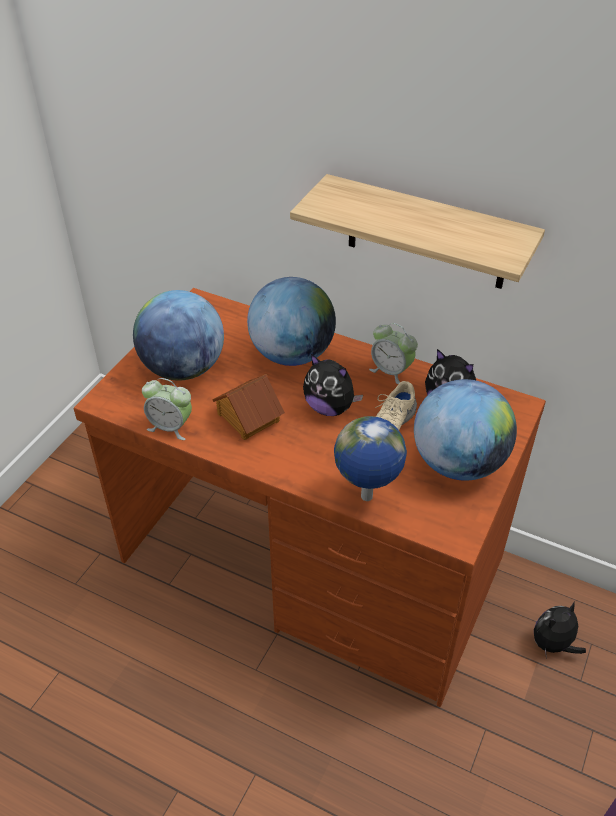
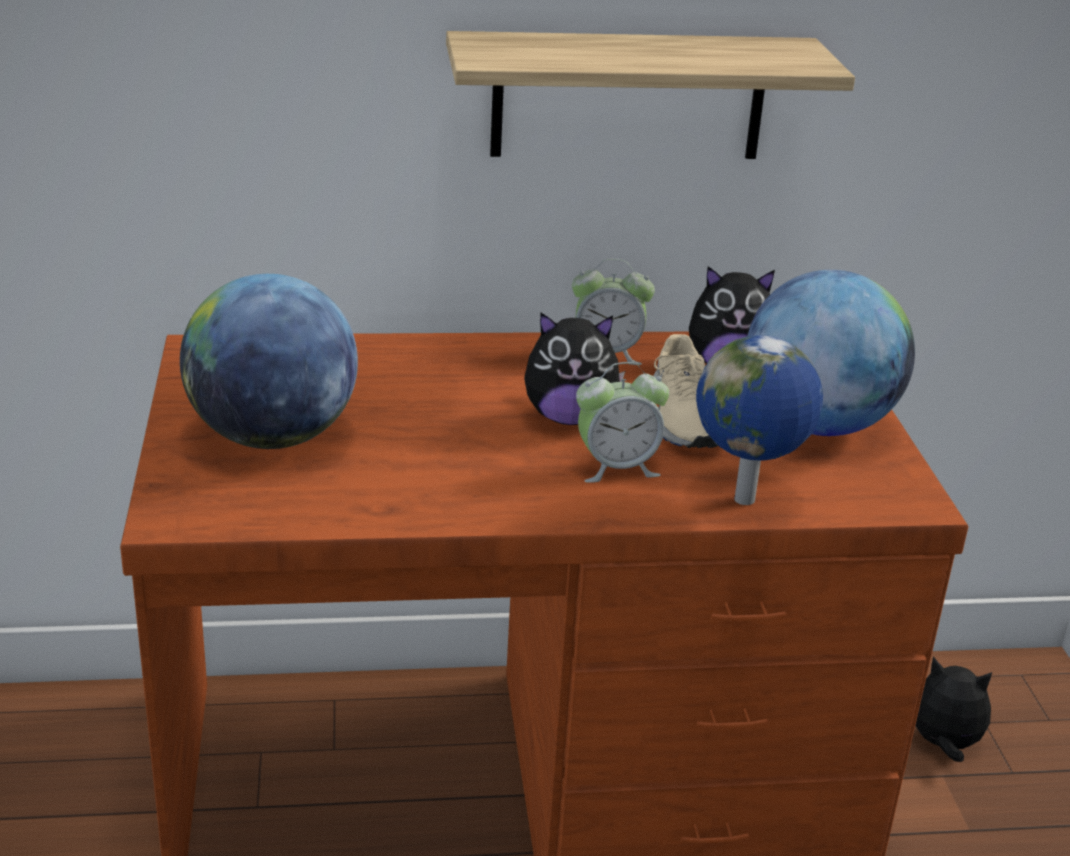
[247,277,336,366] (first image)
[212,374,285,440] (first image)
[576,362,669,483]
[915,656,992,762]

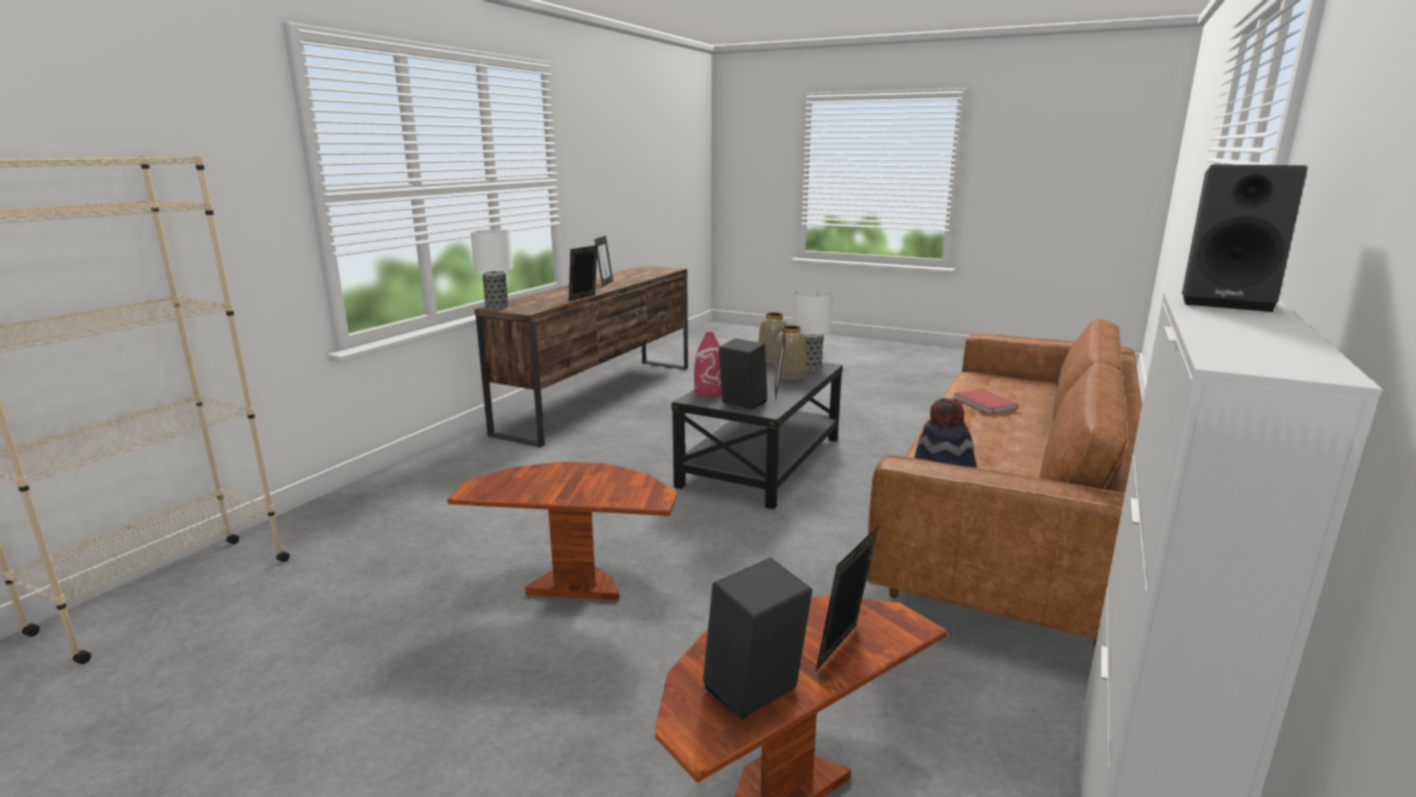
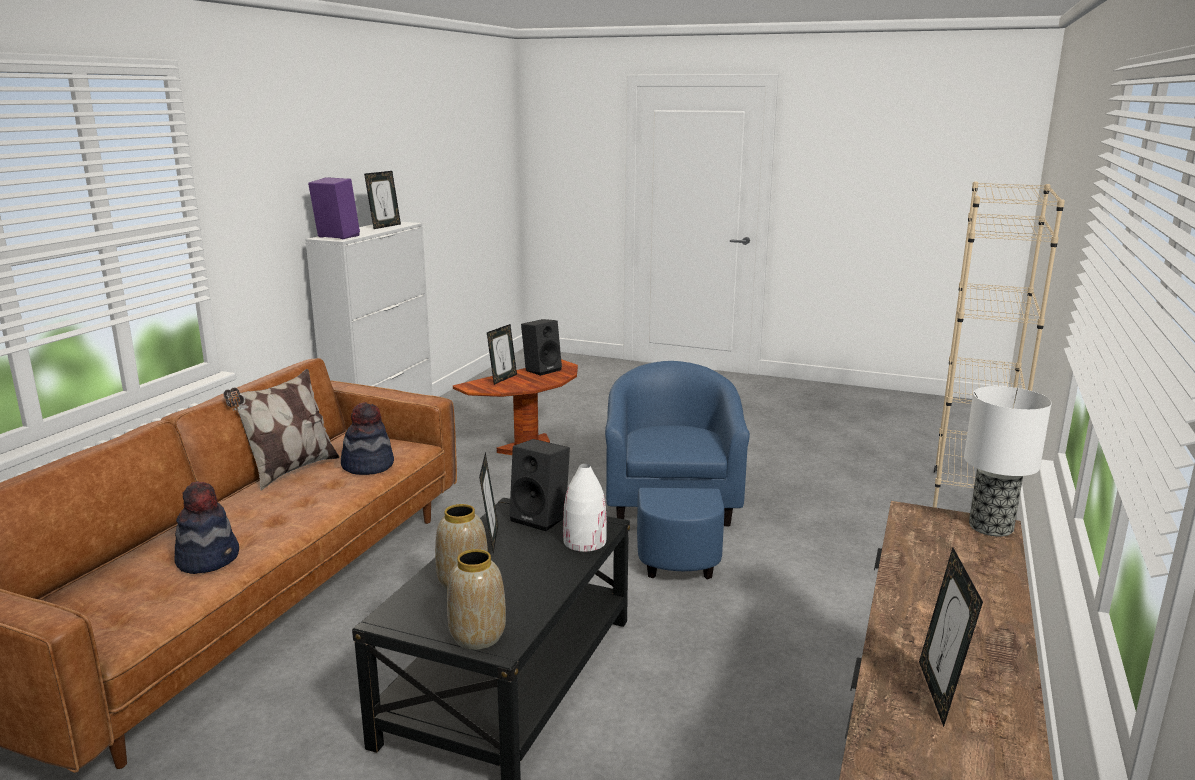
[308,177,360,239]
[364,171,401,229]
[793,290,833,371] (first image)
[563,464,607,552]
[174,481,239,574]
[605,361,750,579]
[223,369,339,490]

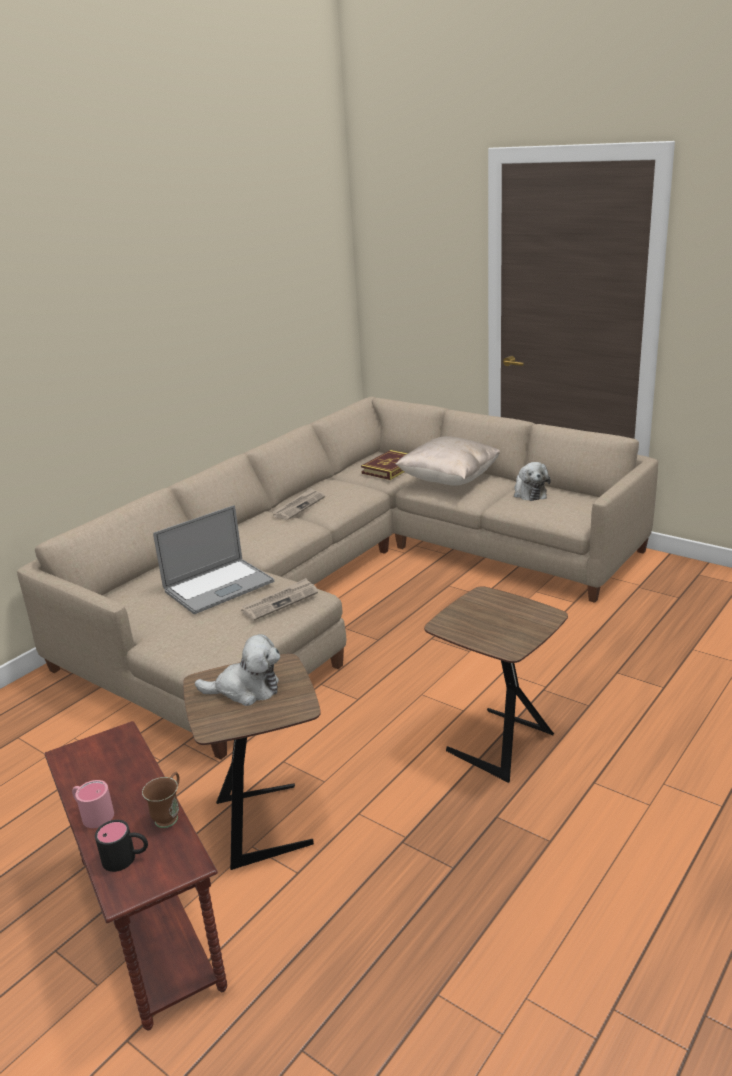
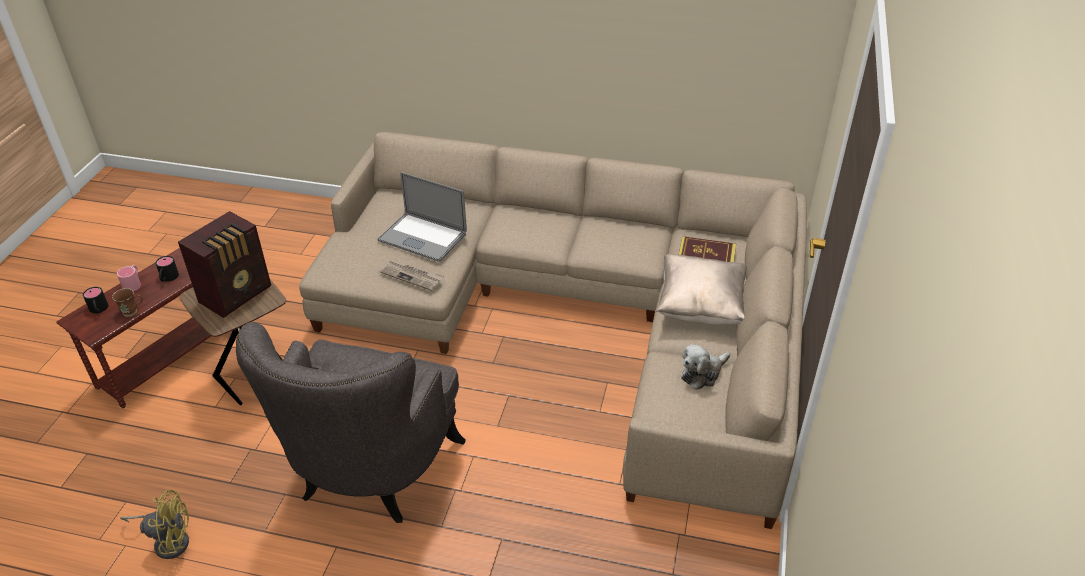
[272,488,325,520] (first image)
[236,322,466,523]
[178,211,271,318]
[156,256,179,282]
[120,490,189,559]

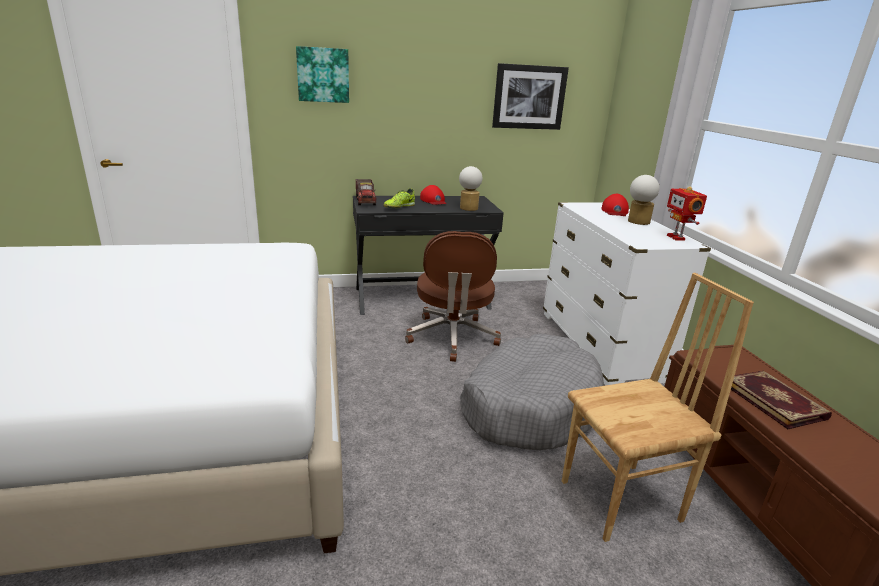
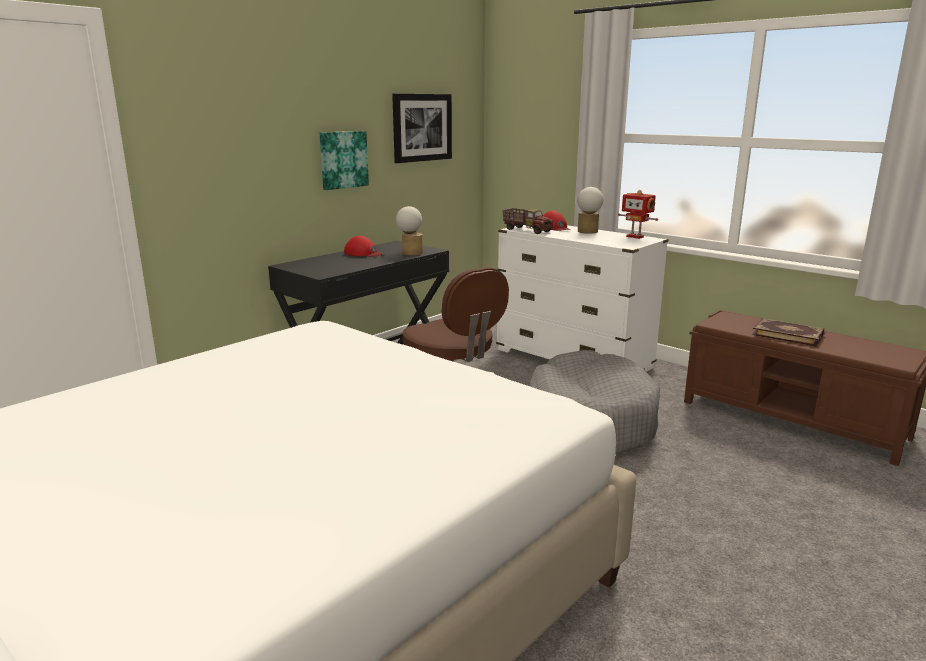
[320,131,369,190]
[502,208,554,234]
[383,188,415,208] (first image)
[562,273,754,542] (first image)

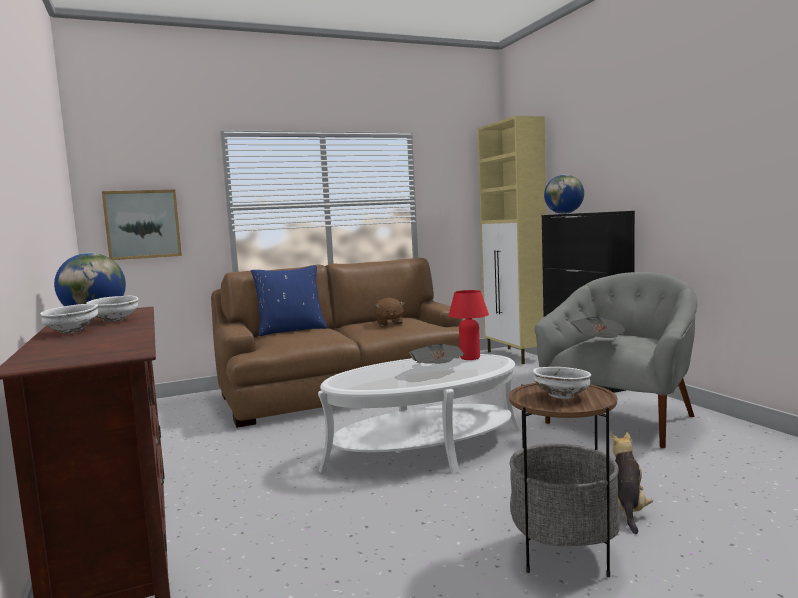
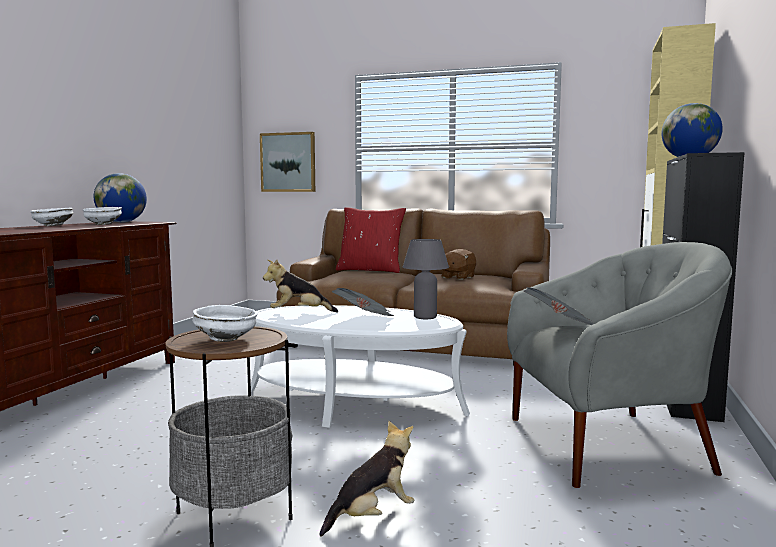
[336,207,406,273]
[403,239,449,319]
[263,260,338,313]

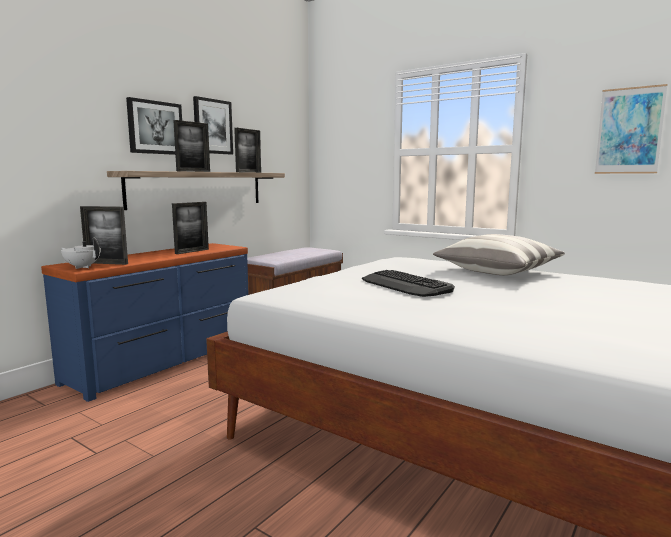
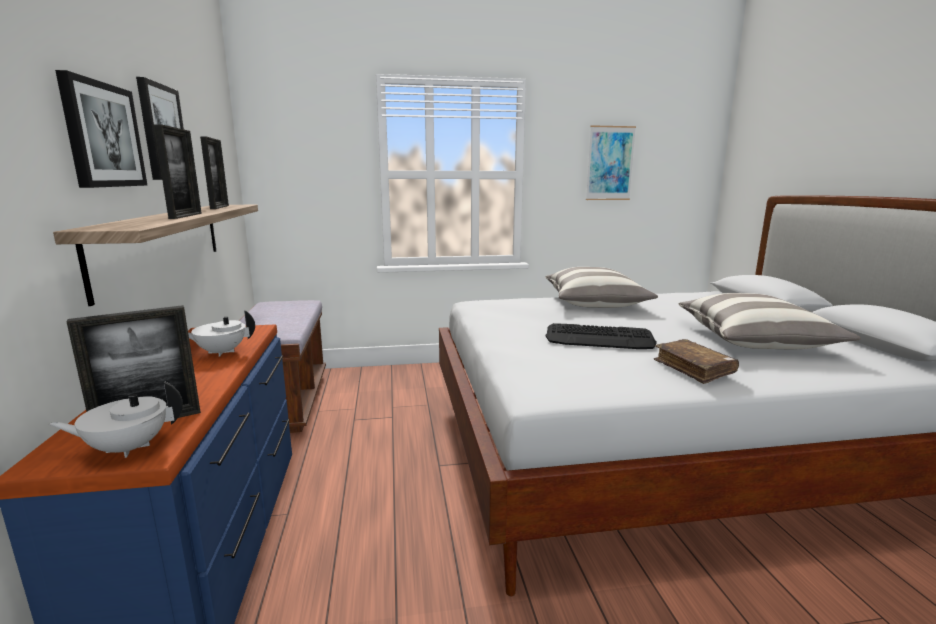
[188,310,255,356]
[678,293,861,349]
[654,339,739,384]

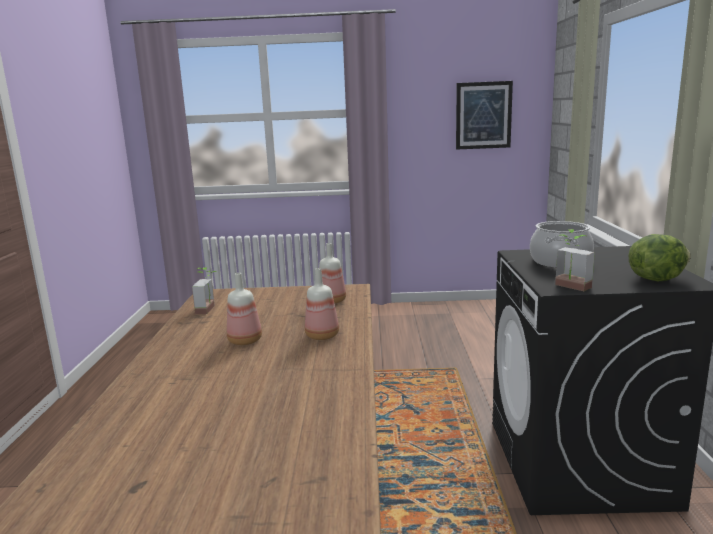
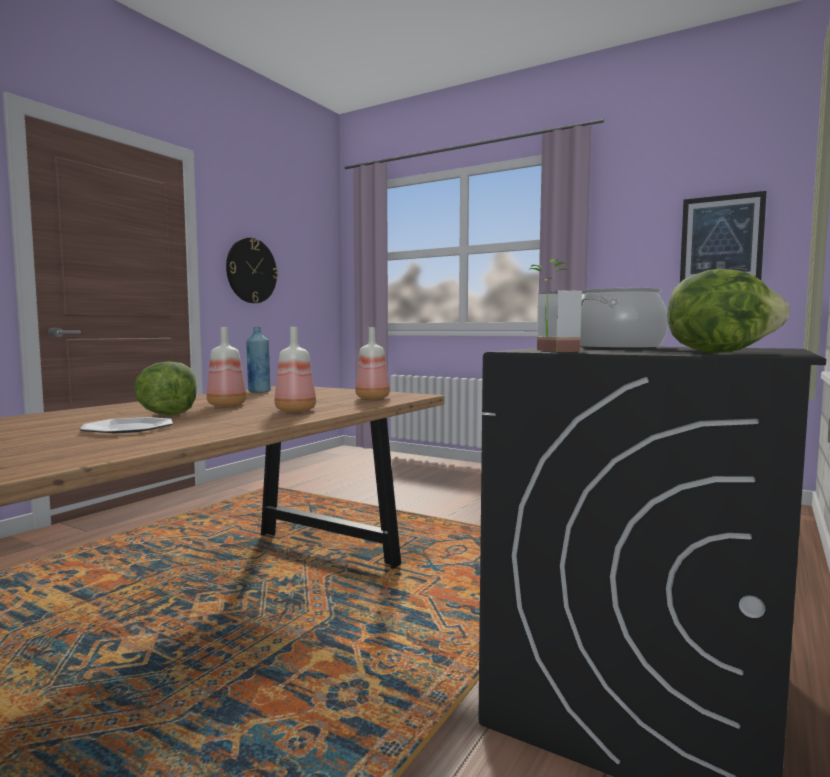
[246,327,271,393]
[226,238,278,303]
[134,361,197,415]
[80,417,173,433]

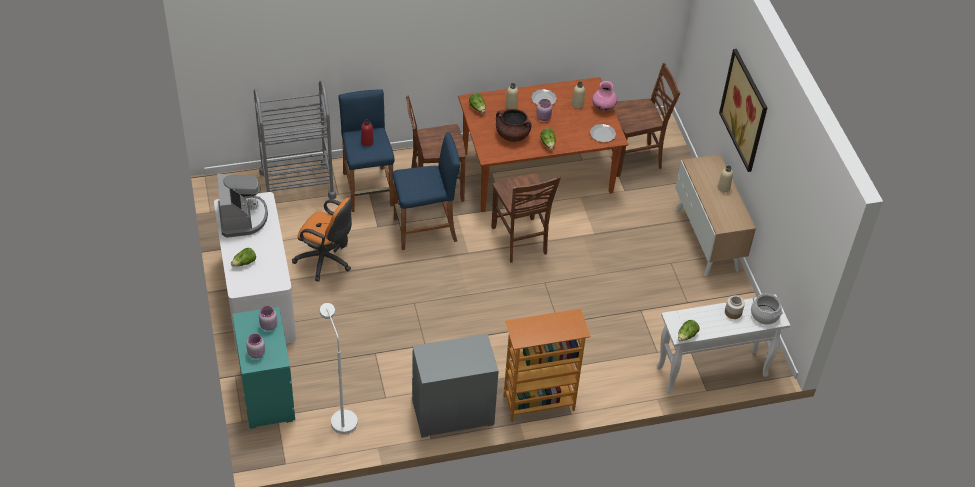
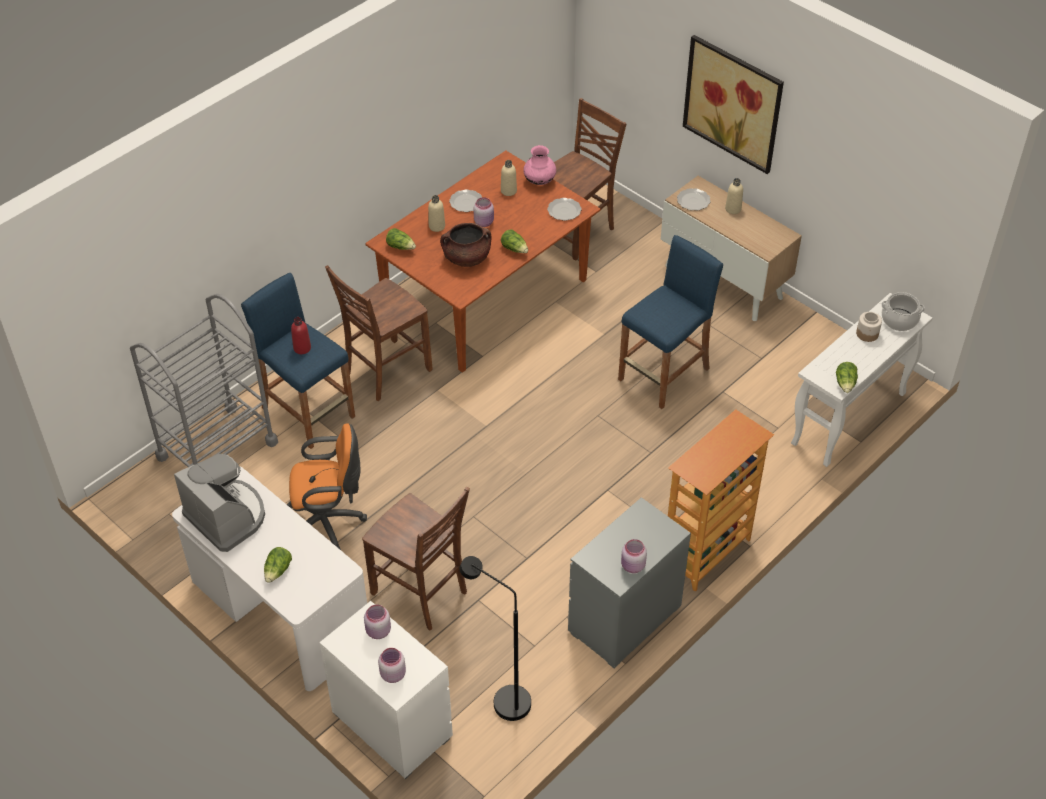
[618,235,723,409]
[362,487,470,631]
[460,556,531,721]
[320,601,453,779]
[677,188,711,210]
[621,539,647,573]

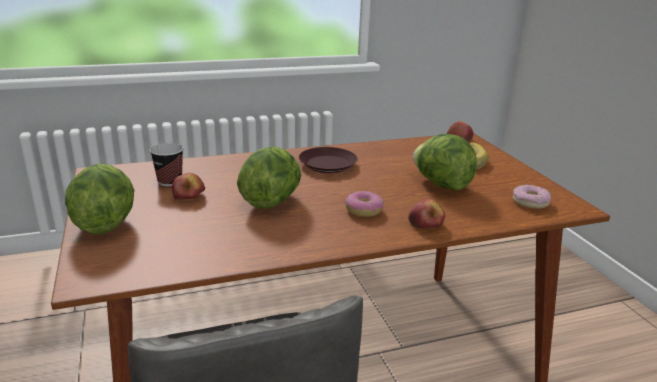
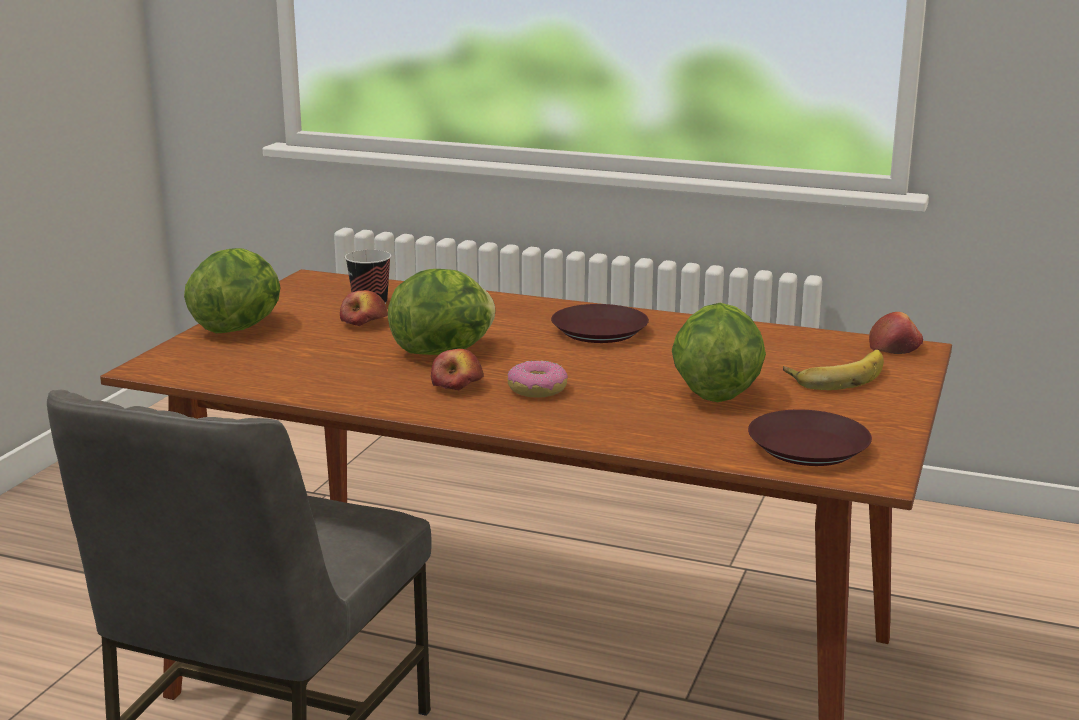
[748,410,872,466]
[431,349,484,391]

